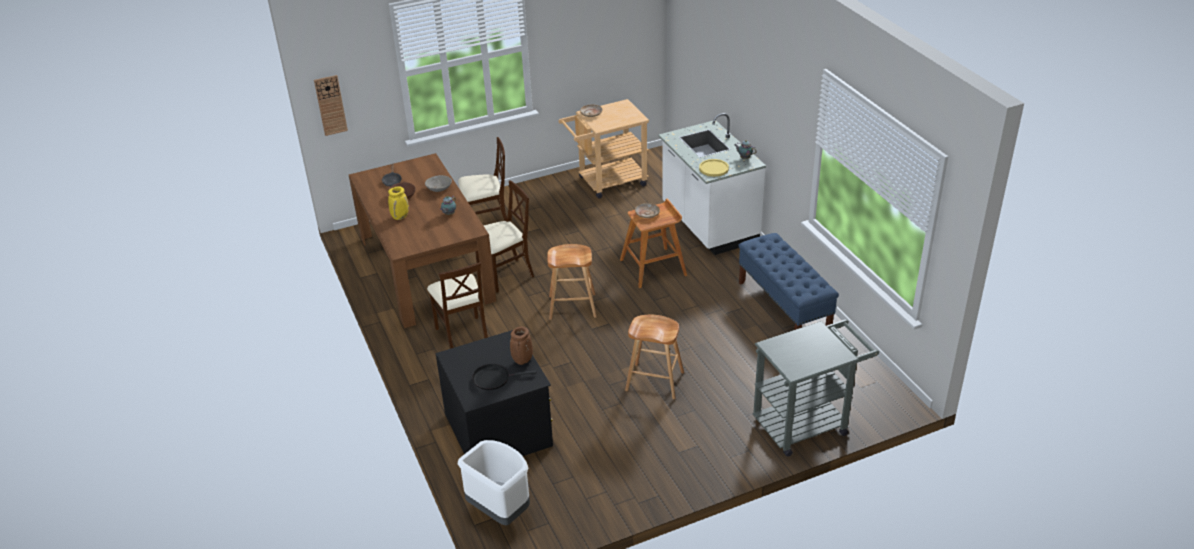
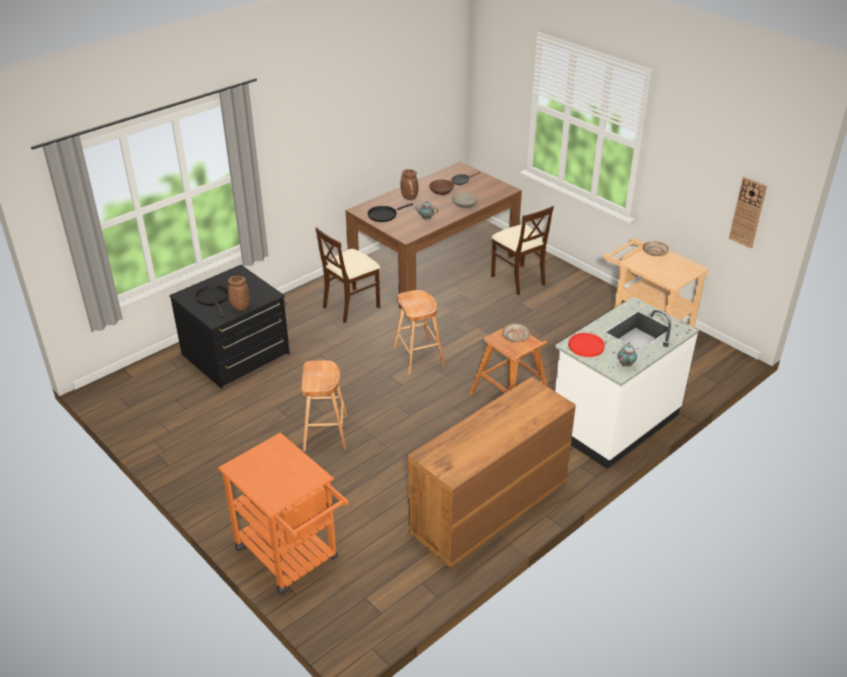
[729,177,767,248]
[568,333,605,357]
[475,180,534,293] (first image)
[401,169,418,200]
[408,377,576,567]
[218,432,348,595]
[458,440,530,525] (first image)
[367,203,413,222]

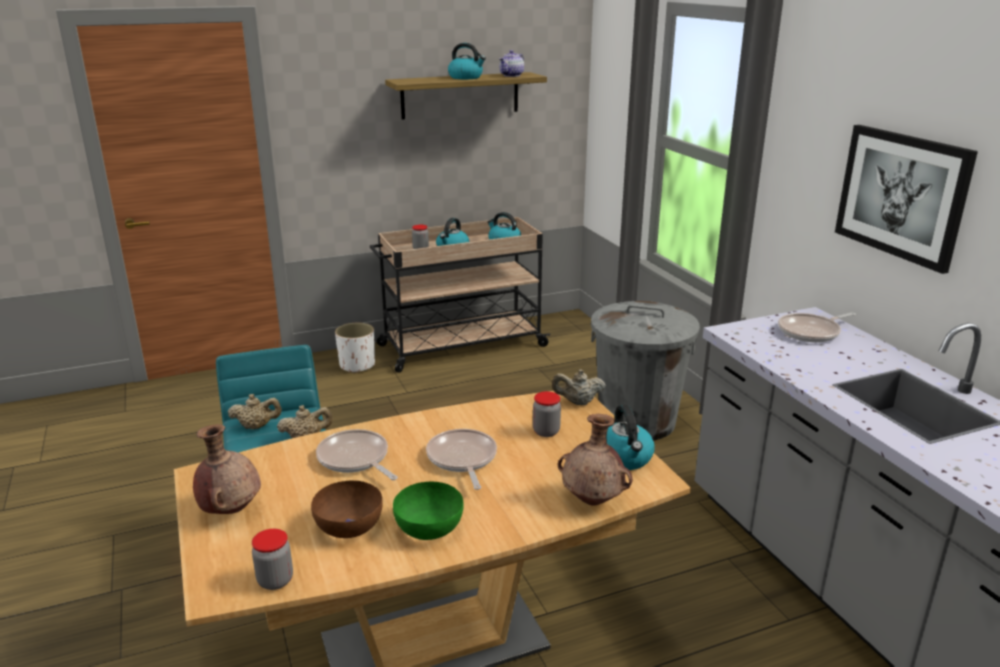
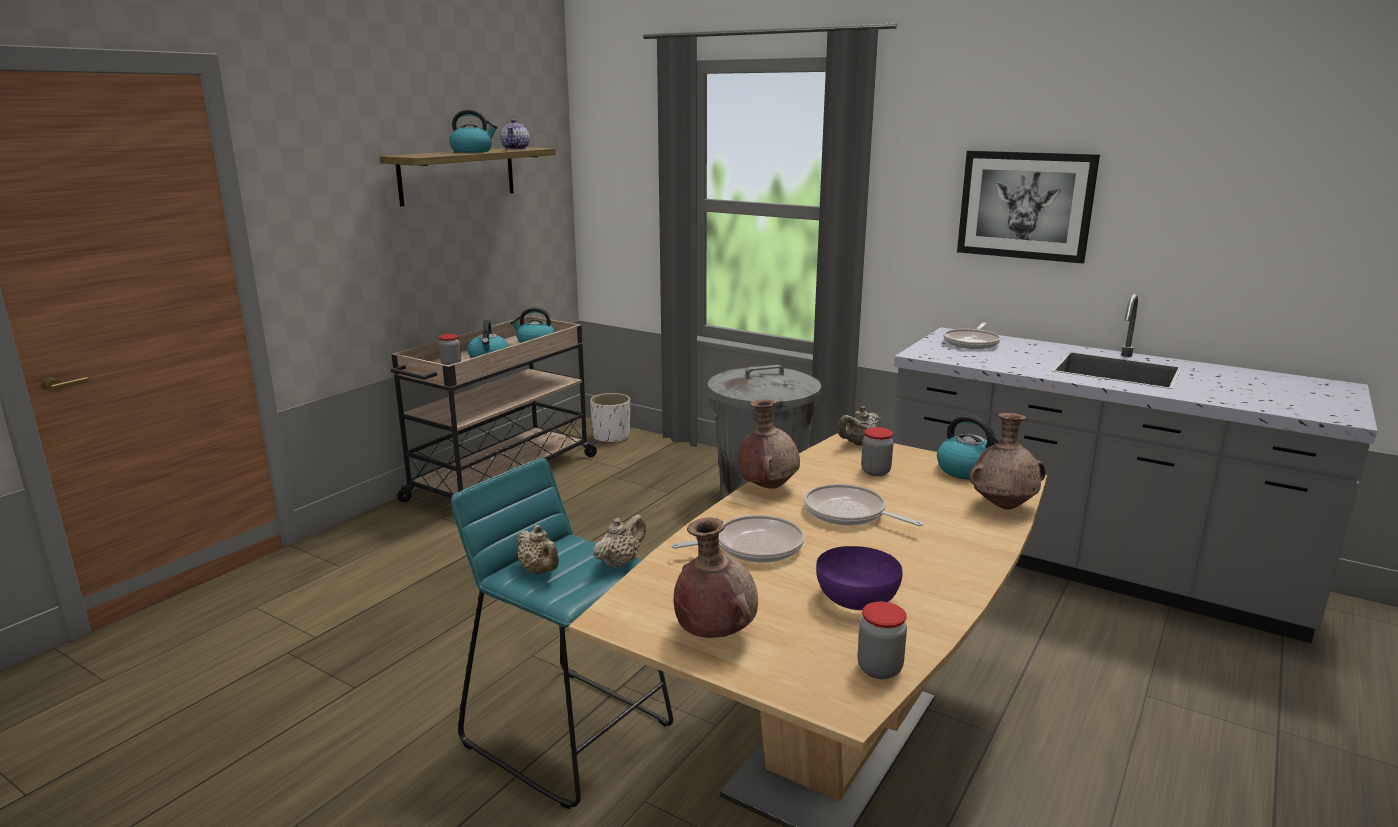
[590,393,630,443]
[516,525,559,574]
[671,515,804,563]
[816,546,902,610]
[393,482,464,540] (first image)
[738,399,800,489]

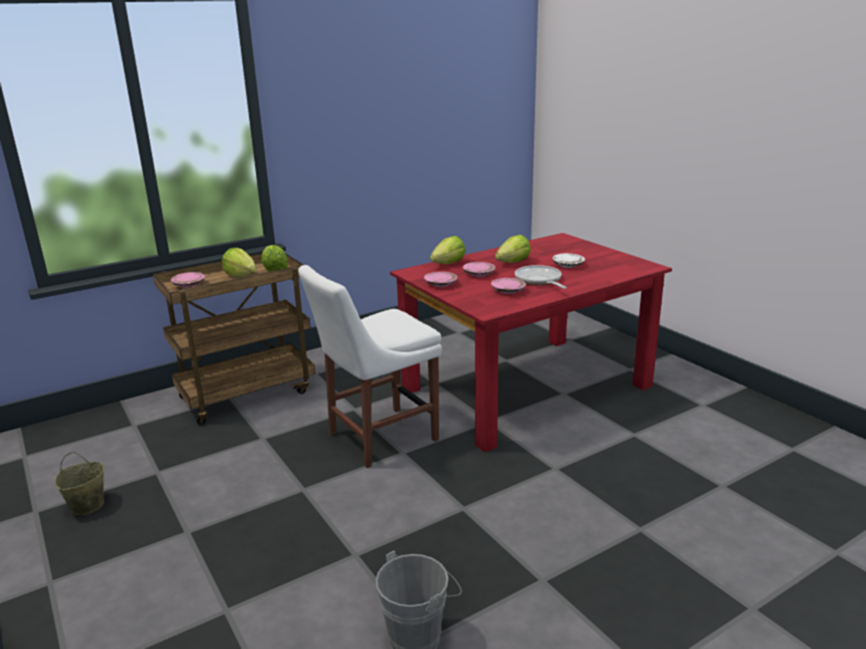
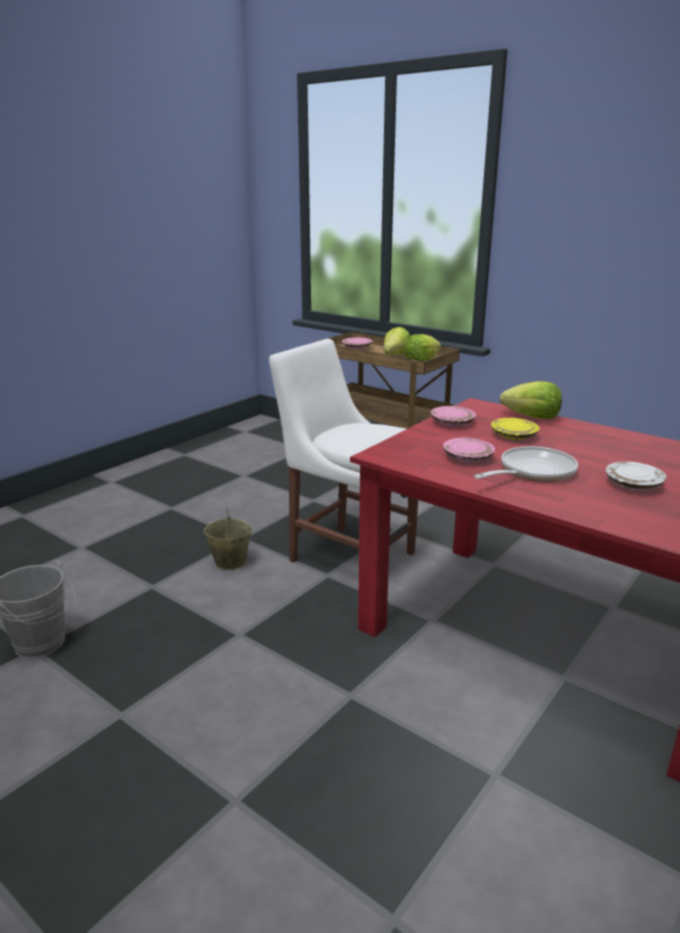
[495,235,531,263] (first image)
[491,418,540,440]
[203,506,252,570]

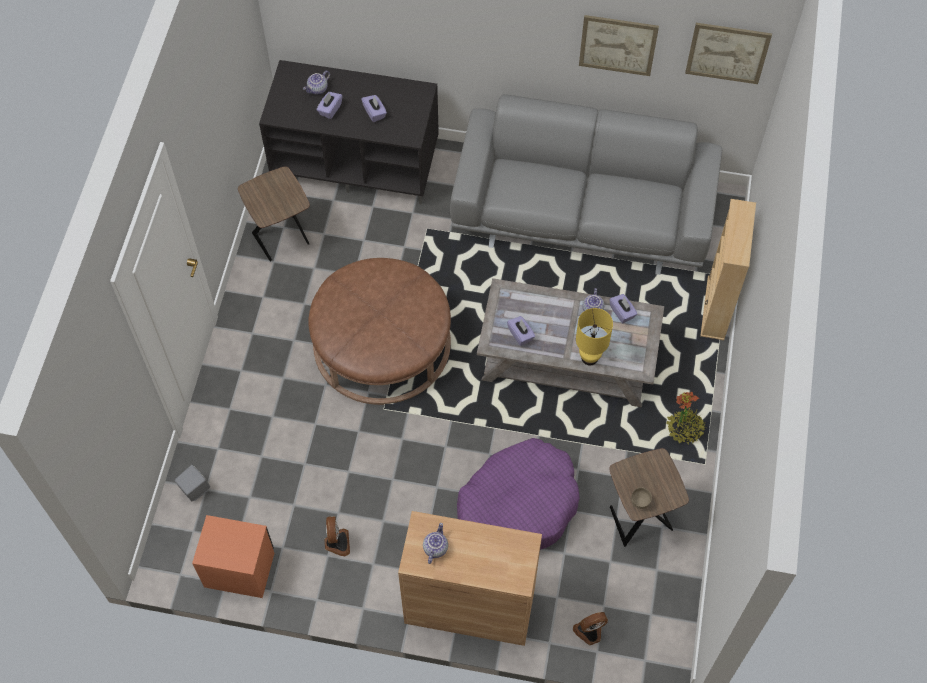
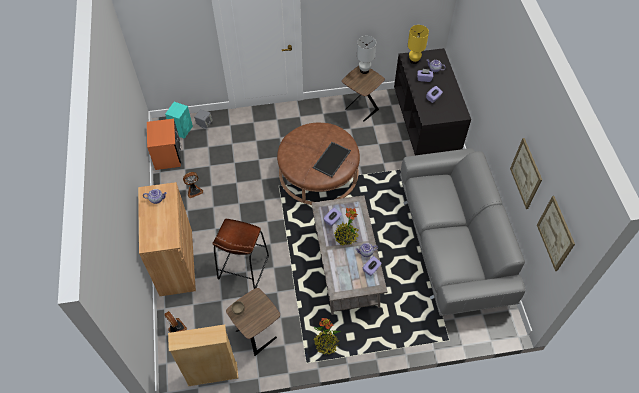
[168,324,238,386]
[408,25,429,64]
[213,219,269,289]
[357,36,376,74]
[165,102,193,139]
[313,142,351,177]
[334,208,358,245]

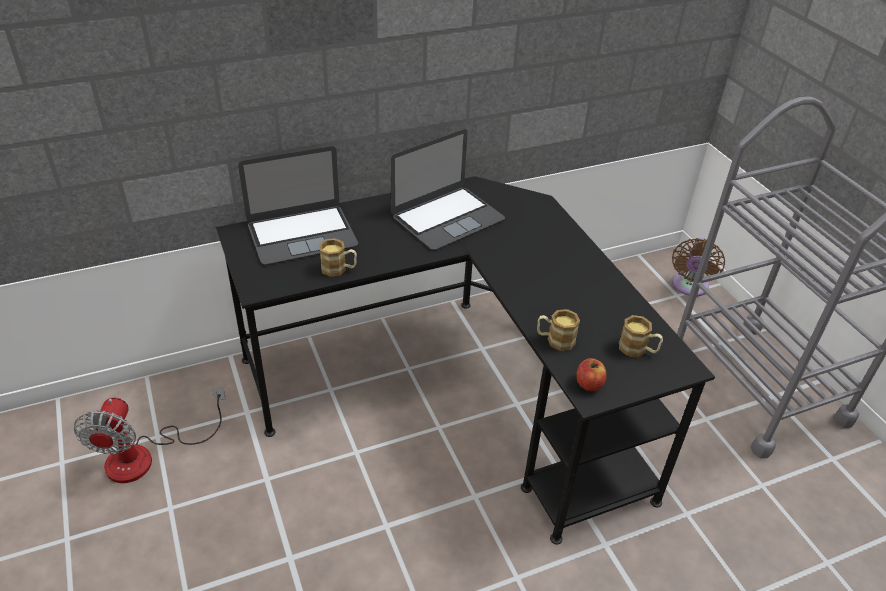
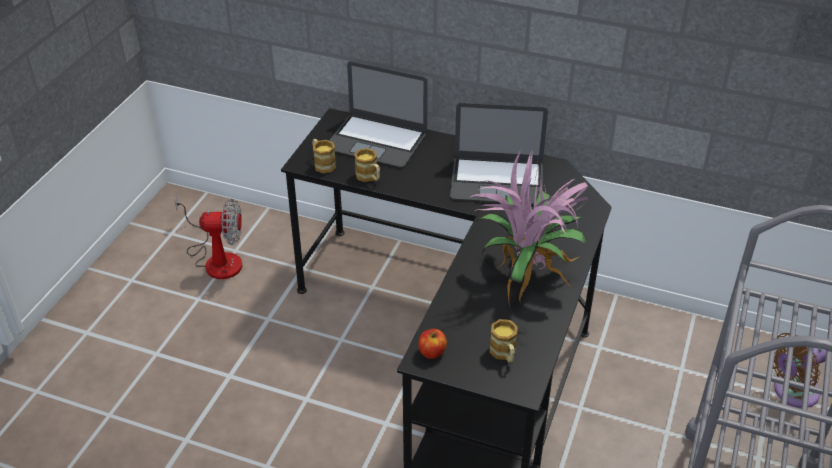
[312,139,336,173]
[174,195,242,279]
[471,149,589,308]

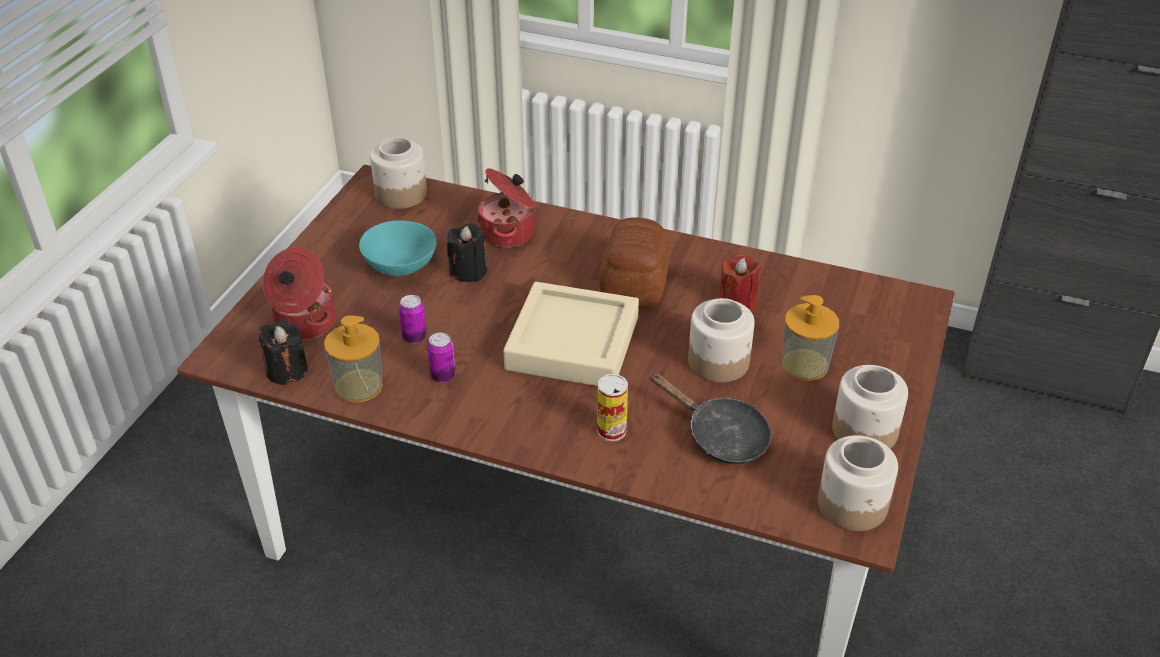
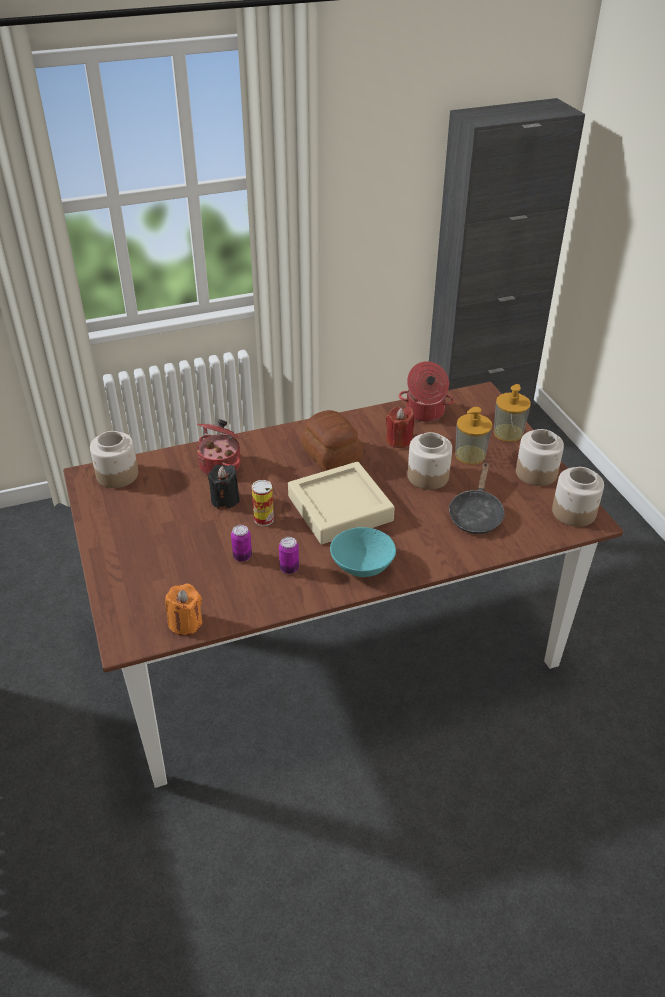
[330,527,396,577]
[399,361,454,422]
[494,384,531,442]
[165,584,202,635]
[449,462,505,534]
[252,480,274,526]

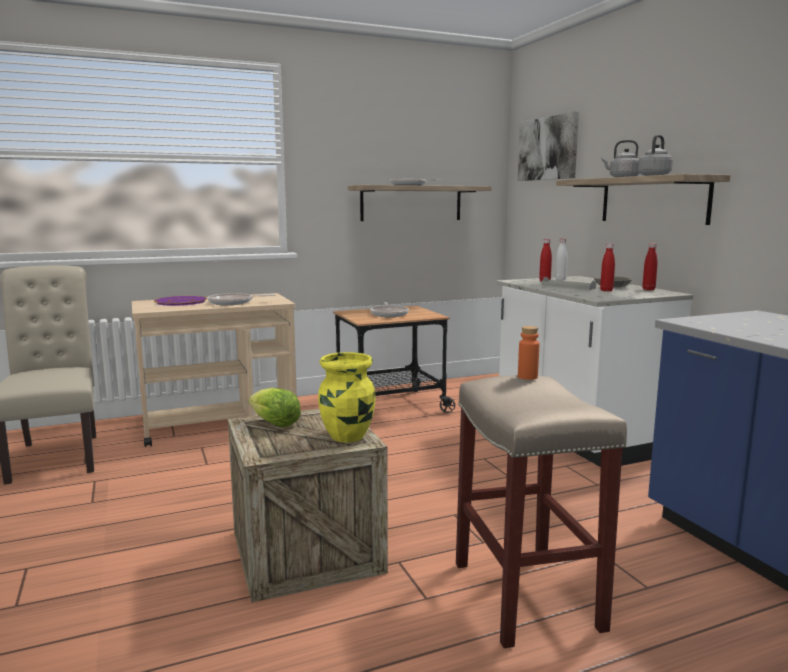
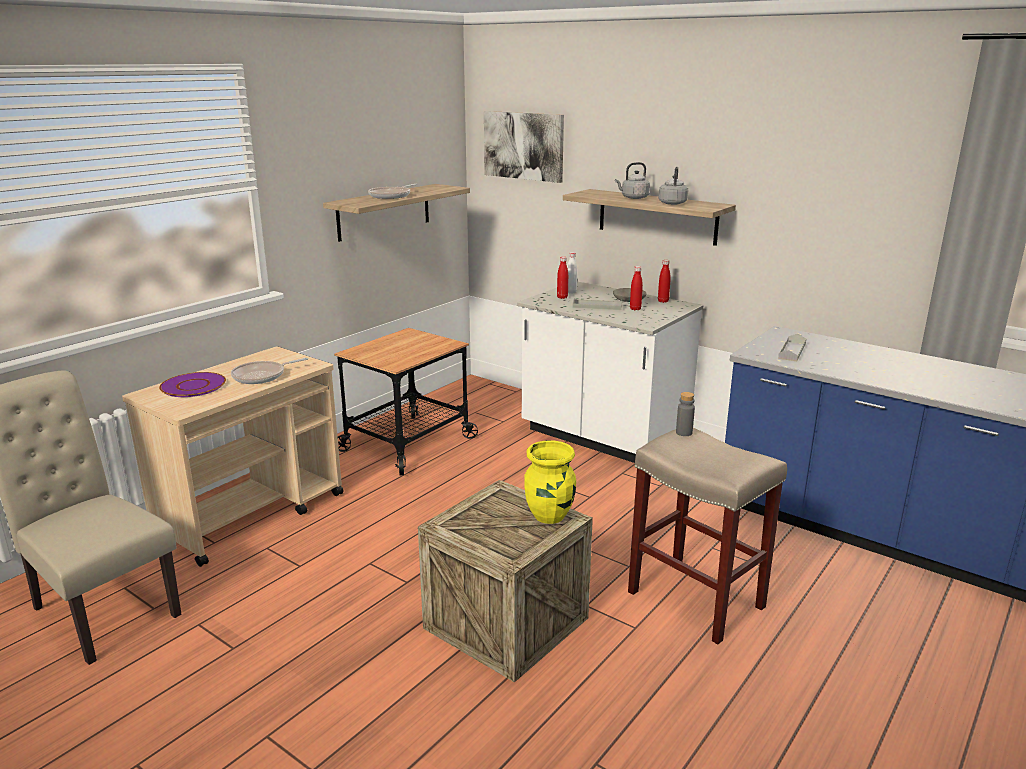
[370,302,409,317] (first image)
[676,392,695,436]
[248,388,301,427] (first image)
[778,334,806,361]

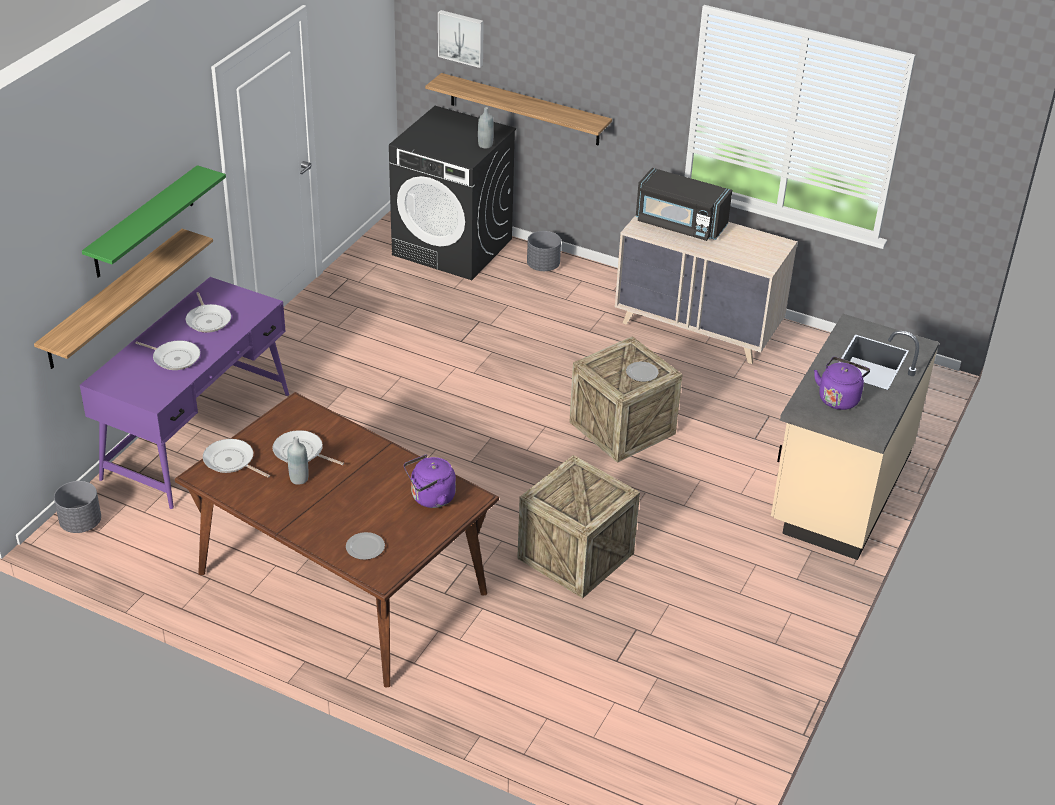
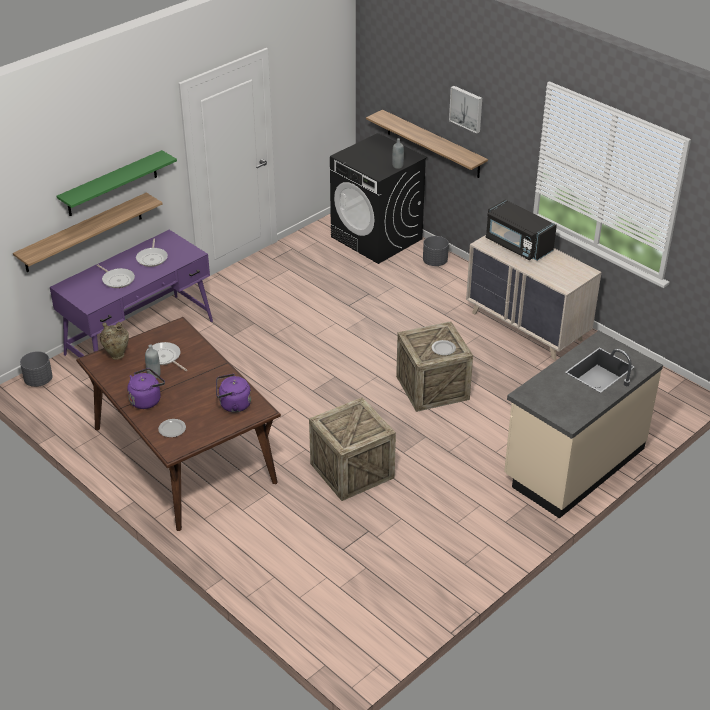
[449,86,482,134]
[127,368,165,409]
[100,322,129,360]

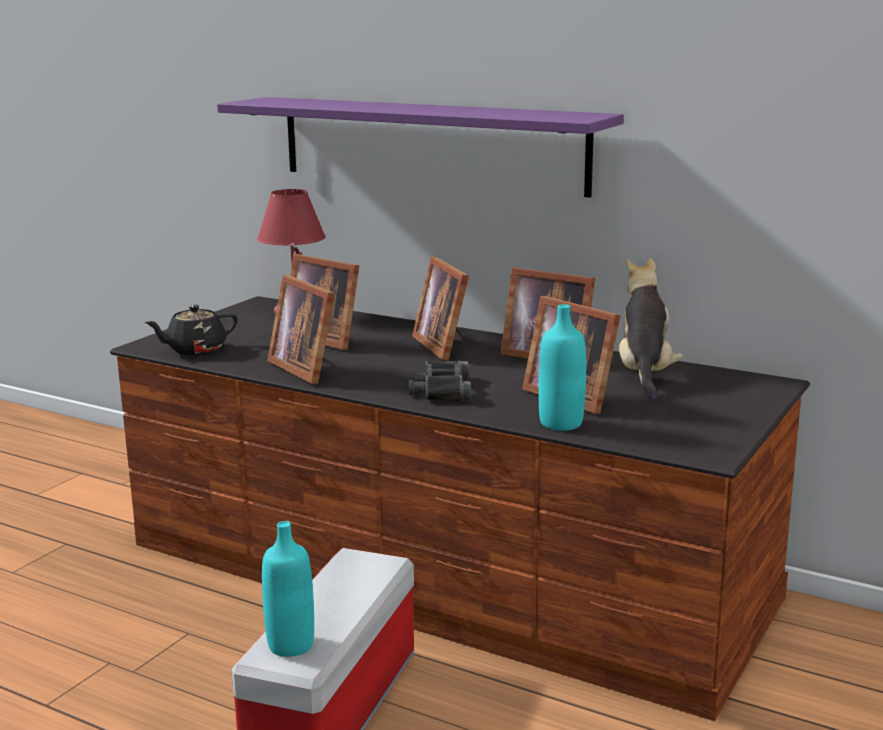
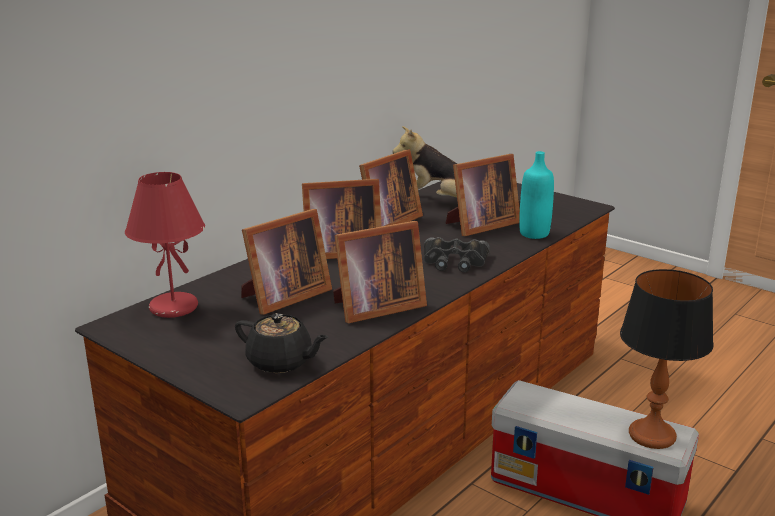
[217,97,624,198] (first image)
[235,313,328,373]
[620,269,714,449]

